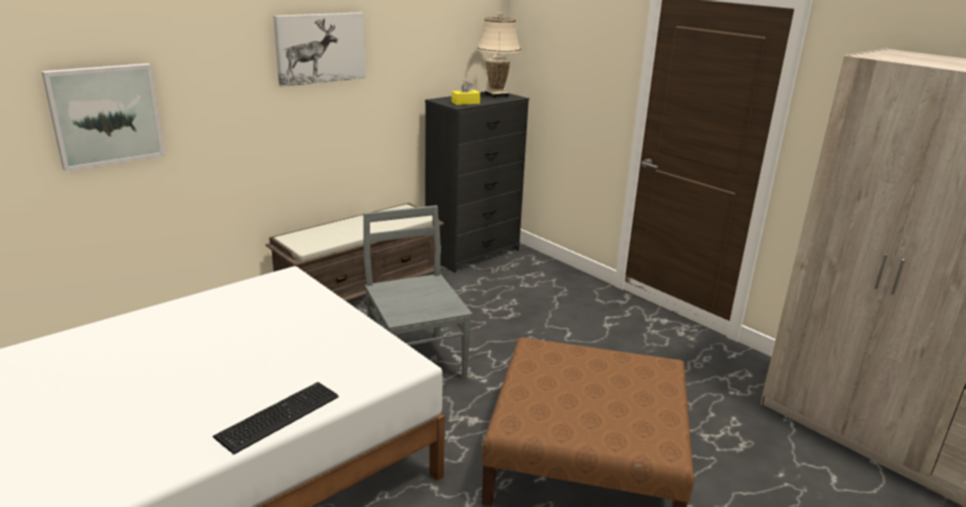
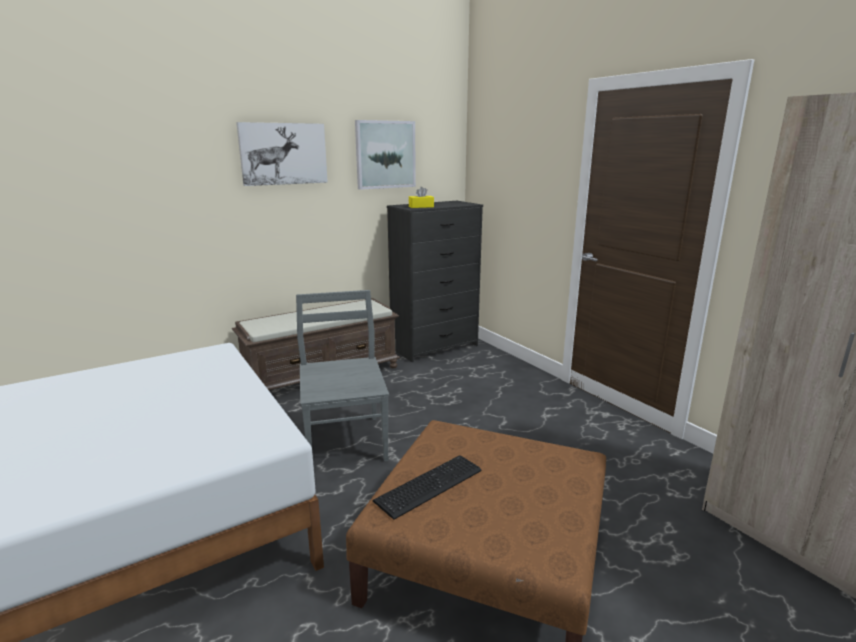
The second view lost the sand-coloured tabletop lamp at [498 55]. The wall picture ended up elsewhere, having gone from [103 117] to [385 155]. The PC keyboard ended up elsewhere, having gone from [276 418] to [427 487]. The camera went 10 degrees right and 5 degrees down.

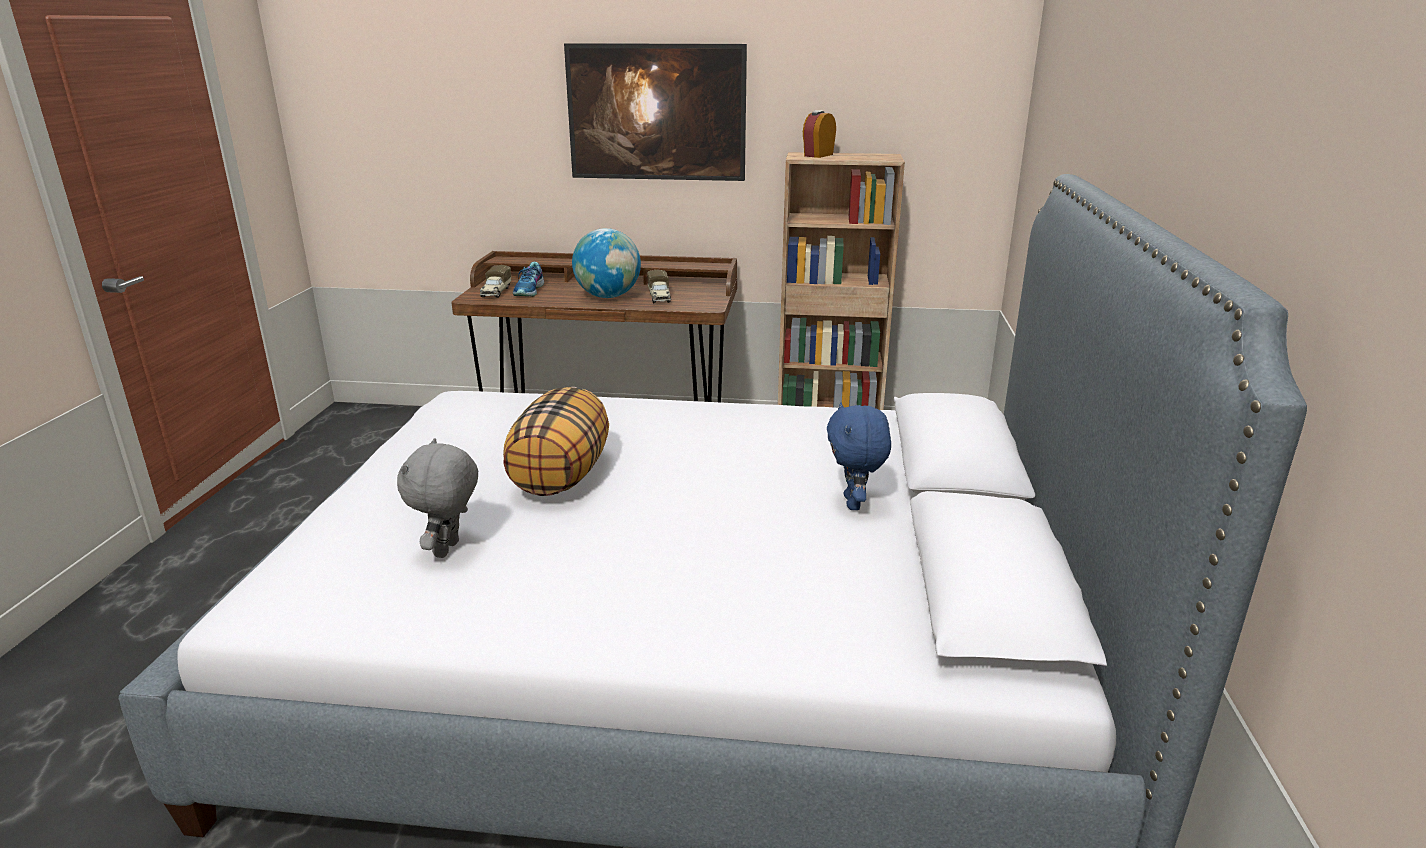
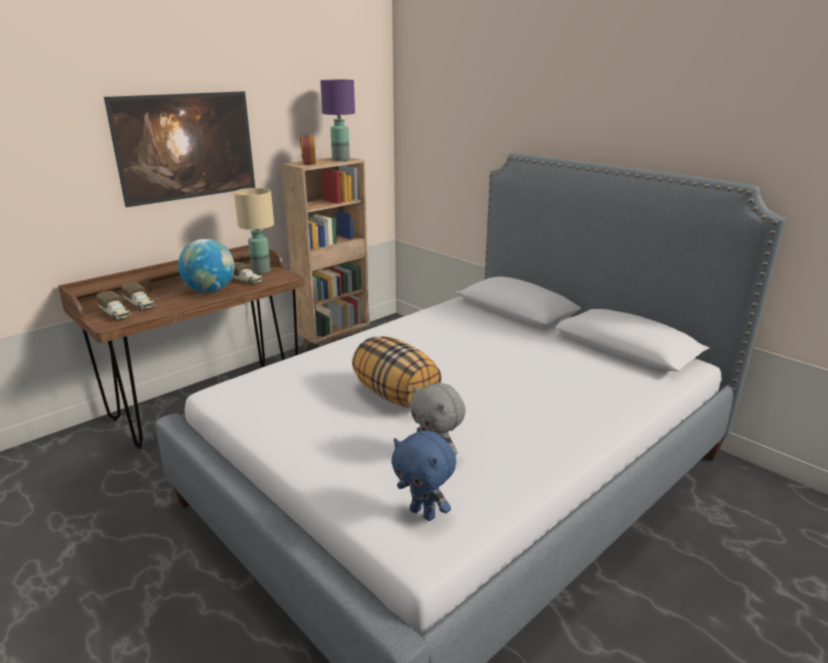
The second view gained the sand-coloured tabletop lamp at [254 231]. The second view gained the purple tabletop lamp at [337 120]. The blue-coloured cuddly toy ended up elsewhere, having gone from [859 456] to [423 476]. Where the shoe stood at [528 279], the model truck came to stand at [138 296]. The camera went 50 degrees left and 0 degrees up.

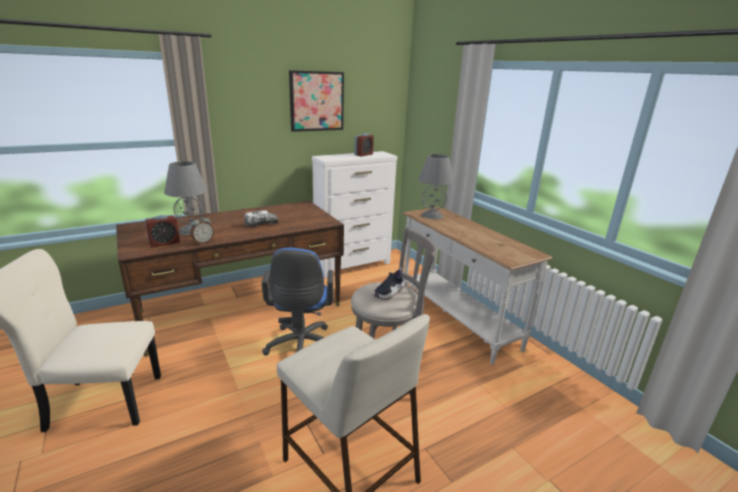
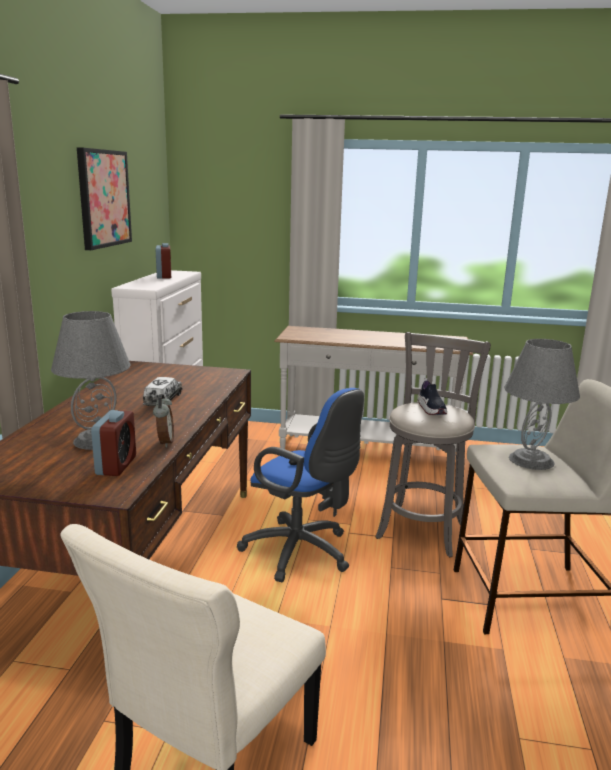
The gray tabletop lamp ended up elsewhere, having gone from [436 186] to [542 404]. The camera went 50 degrees left and 5 degrees down.

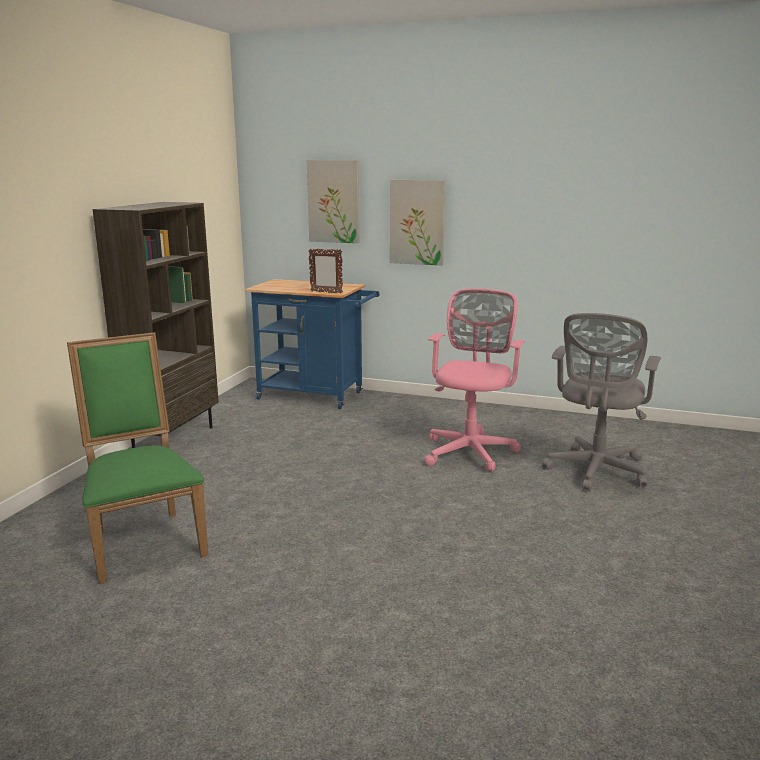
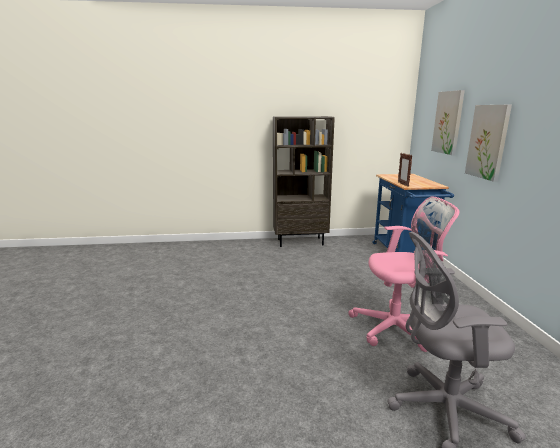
The second view lost the greenish plain chair at [137 458]. The camera went 65 degrees right and 0 degrees up.

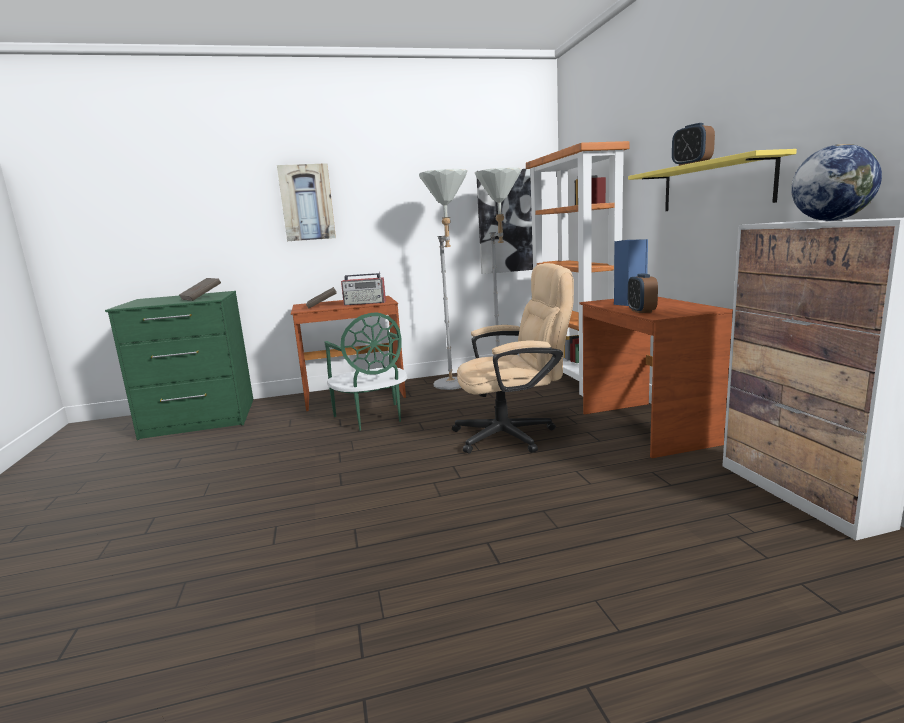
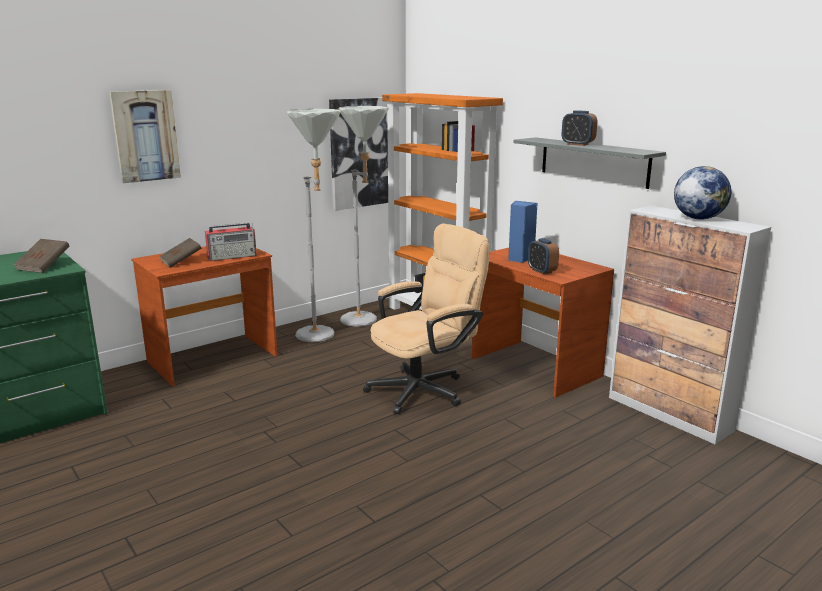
The second view lost the greenish plain chair at [365 371]. What was the yellow shelf at [712 180] turned into the gray shelf at [589 163]. The camera went 25 degrees left and 5 degrees up.

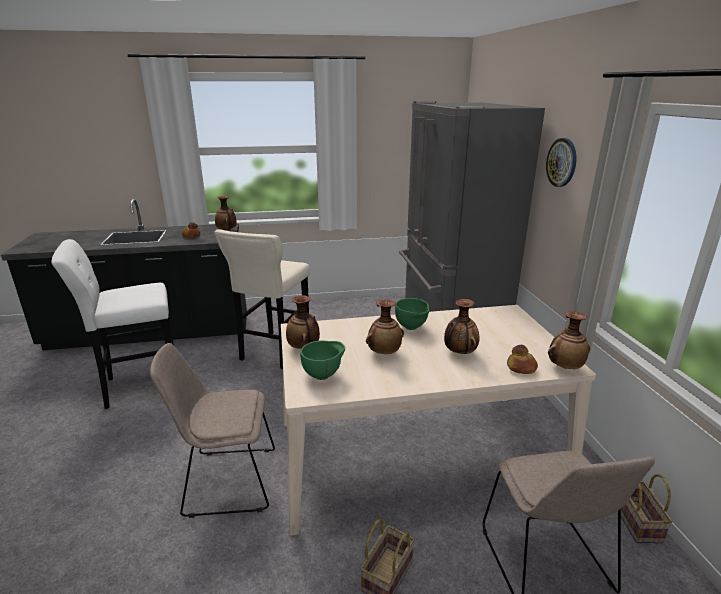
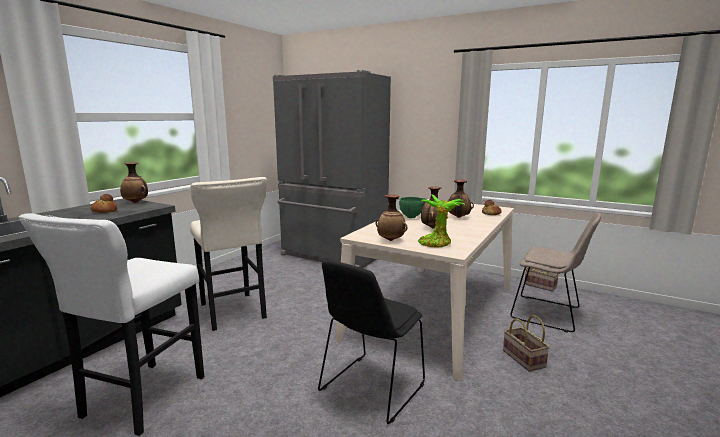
The second view lost the clock on the wall at [561 162]. The second view lost the decorative vase at [569 340]. Where the greenish bowl stood at [322 360], the houseplant came to stand at [441 221]. What was the sand-coloured plain chair at [212 430] turned into the blackish plain chair at [371 342]. The camera went 50 degrees left and 10 degrees down.

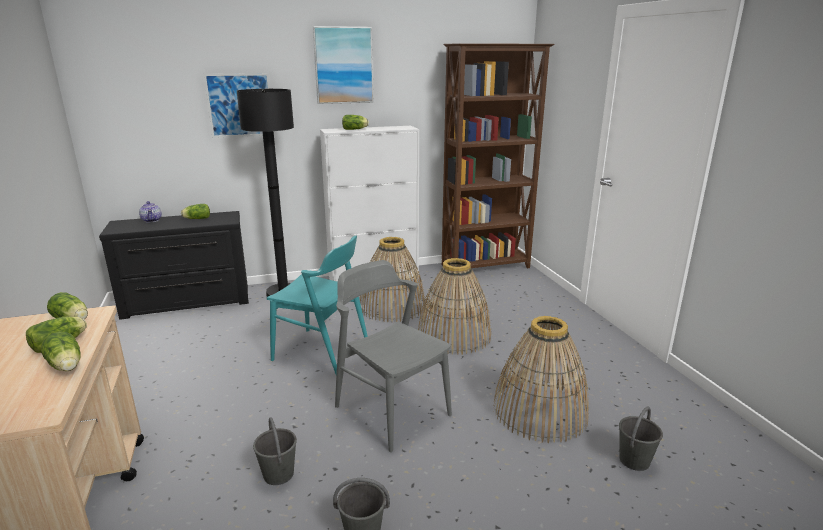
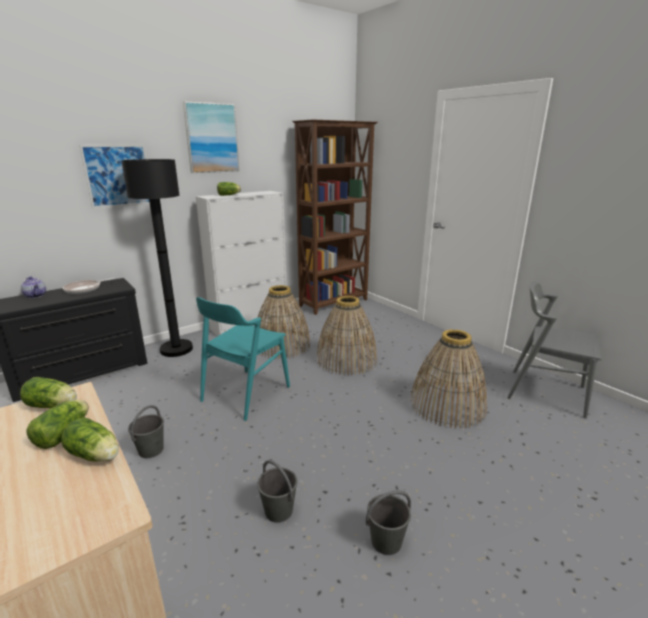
The gray plain chair ended up elsewhere, having gone from [393 356] to [554 349]. The gray pail ended up elsewhere, having gone from [641 439] to [146 431]. Where the head of lettuce stood at [195 211], the pan came to stand at [90 285]. The turquoise plain chair at [317 305] ended up facing another way, 120 degrees clockwise from before. The camera went 20 degrees left and 0 degrees up.

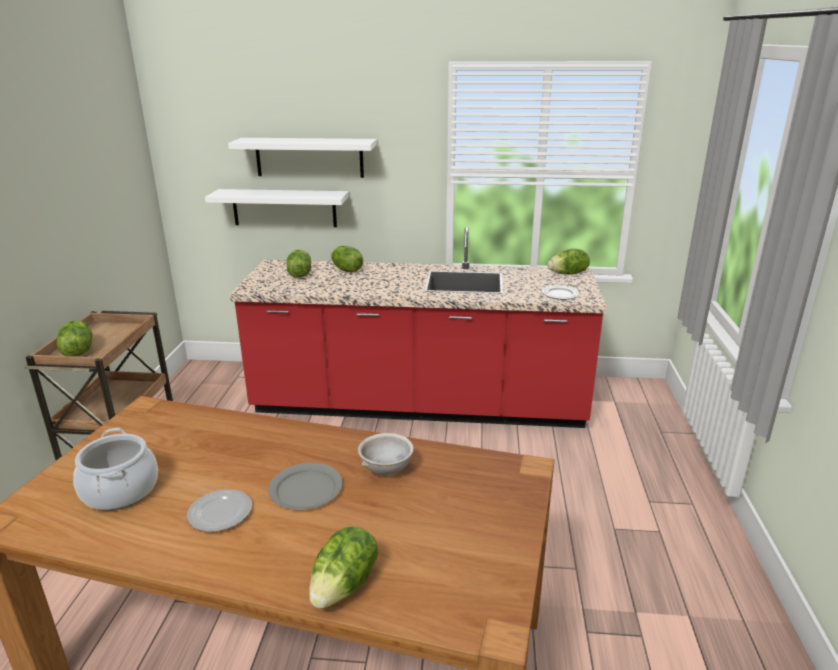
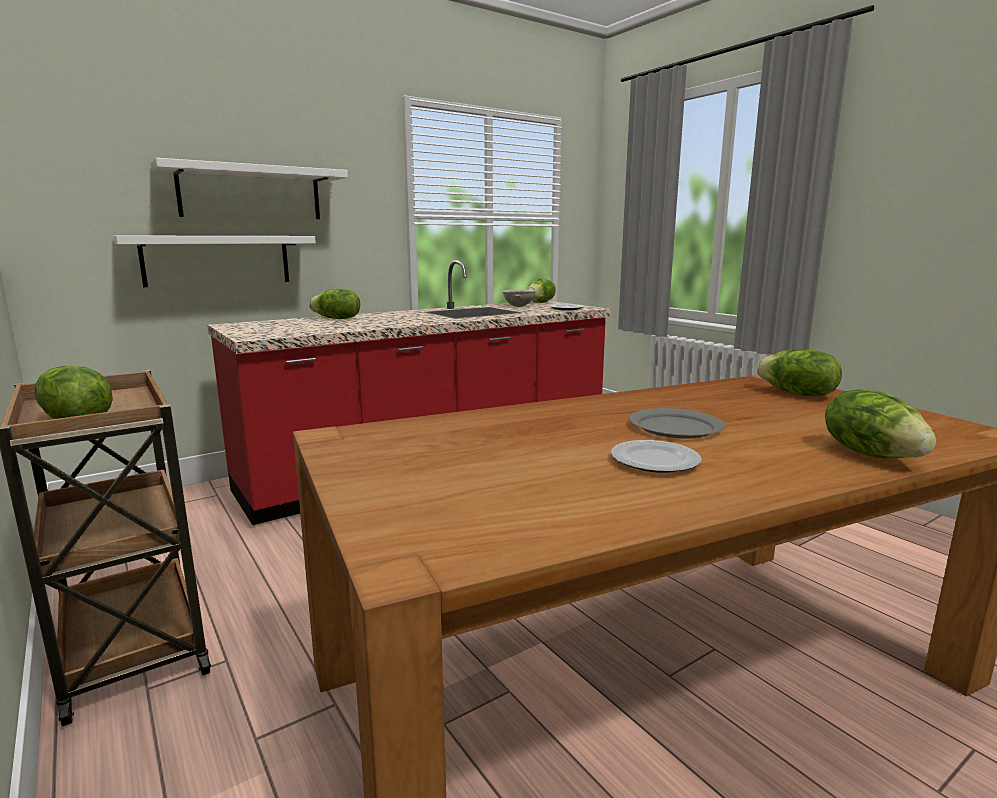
The second view lost the cooking pot at [115 469]. The head of lettuce ended up elsewhere, having gone from [298 264] to [799 372]. The gray bowl ended up elsewhere, having gone from [386 454] to [519 298]. The camera went 40 degrees left and 10 degrees down.

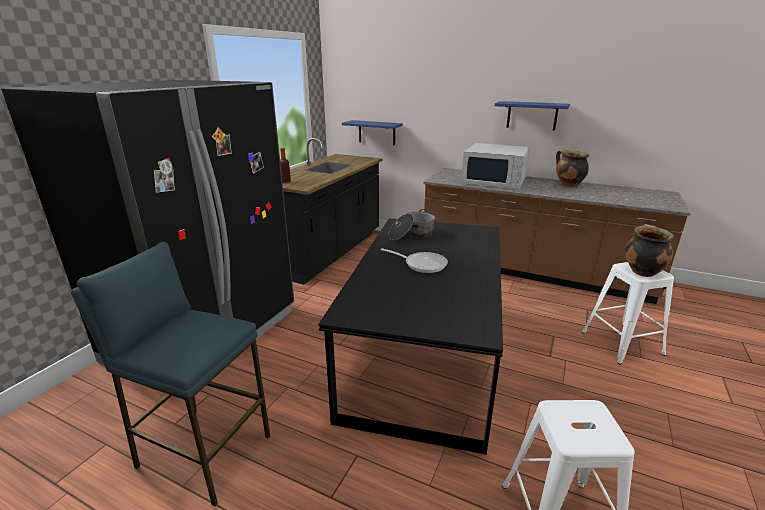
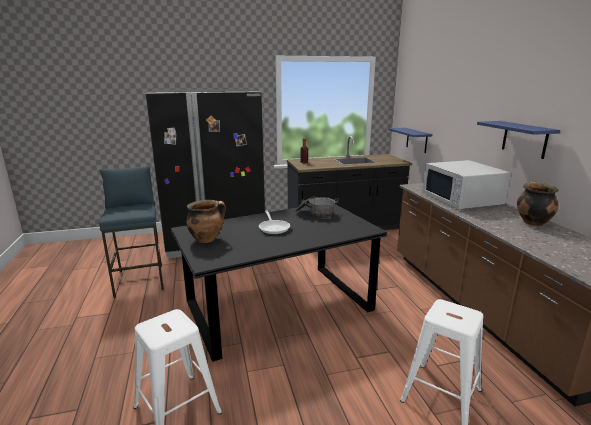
The cooking pot ended up elsewhere, having gone from [649 250] to [206 221]. The camera went 50 degrees right and 5 degrees down.

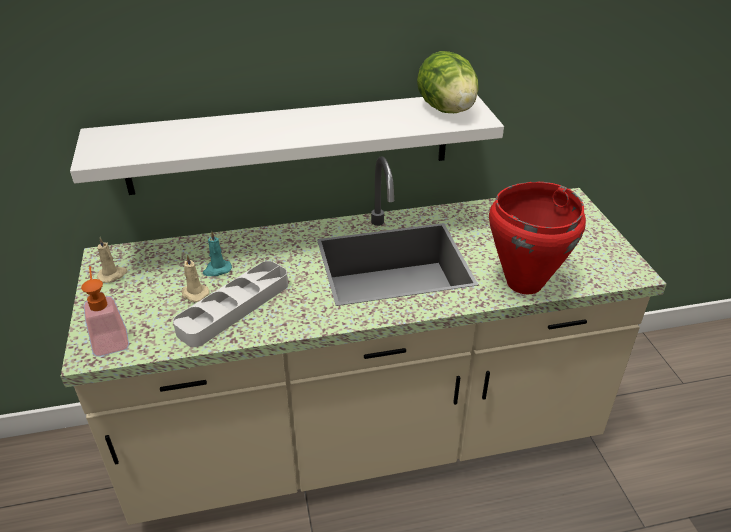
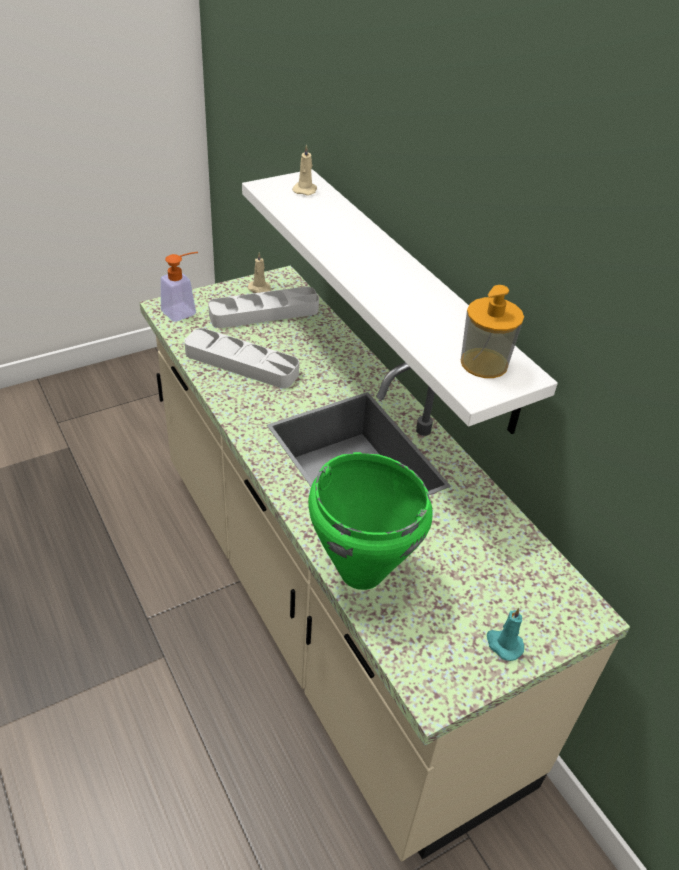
The second view gained the gray tray at [263 307]. The sand-coloured candle ended up elsewhere, having gone from [195 278] to [304 170]. The turquoise candle ended up elsewhere, having gone from [217 253] to [505 634]. Where the head of lettuce stood at [448 82], the liquid soap bottle came to stand at [492 331]. What was the red-coloured cooking pot at [537 238] turned into the greenish cooking pot at [370 521]. The camera went 70 degrees right and 5 degrees up.

